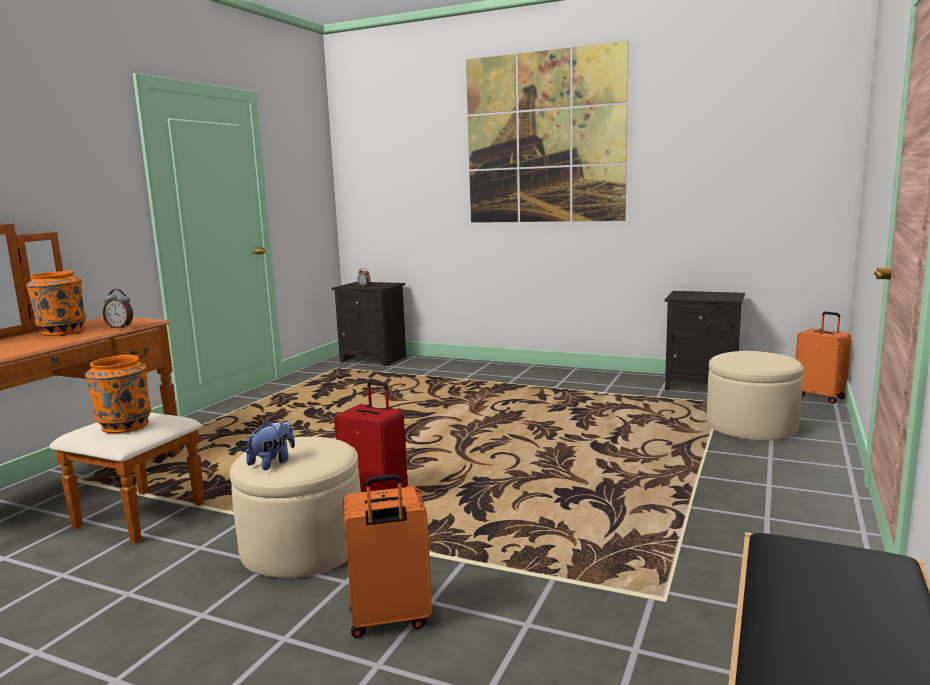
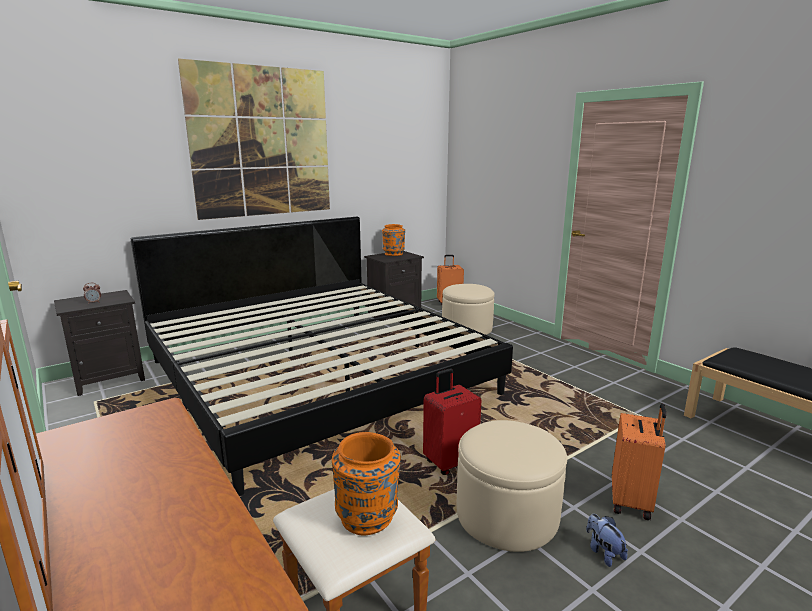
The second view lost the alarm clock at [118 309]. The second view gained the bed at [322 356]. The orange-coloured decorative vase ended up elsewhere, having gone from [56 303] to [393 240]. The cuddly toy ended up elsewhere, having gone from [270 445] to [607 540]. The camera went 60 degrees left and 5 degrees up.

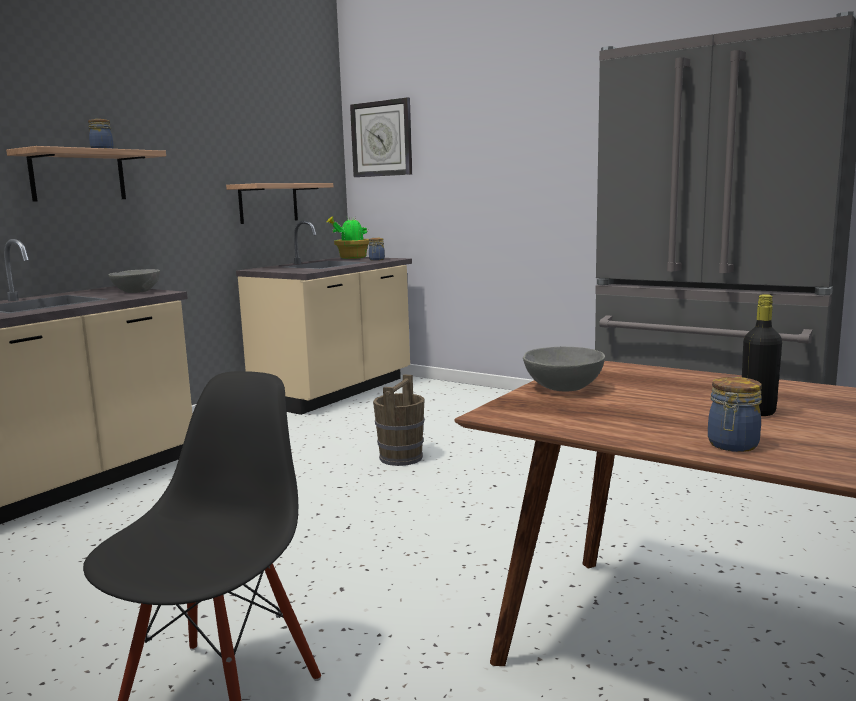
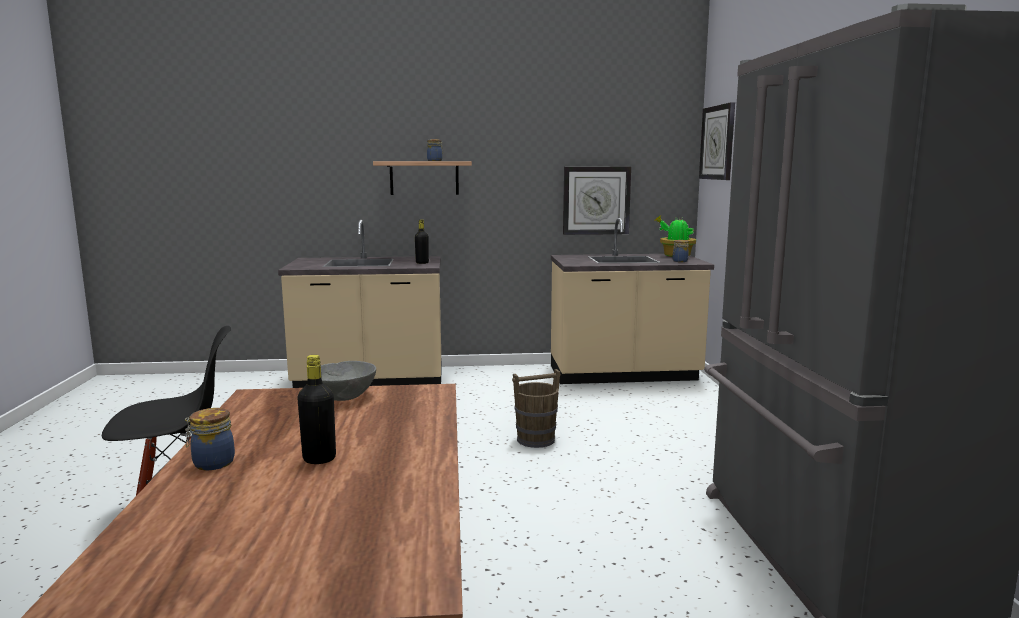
Where the gray bowl stood at [134 281], the blackish bottle came to stand at [422 241]. Where the shelf hung at [279 203], the clock on the wall came to hang at [597 201]. The camera went 50 degrees right and 0 degrees up.

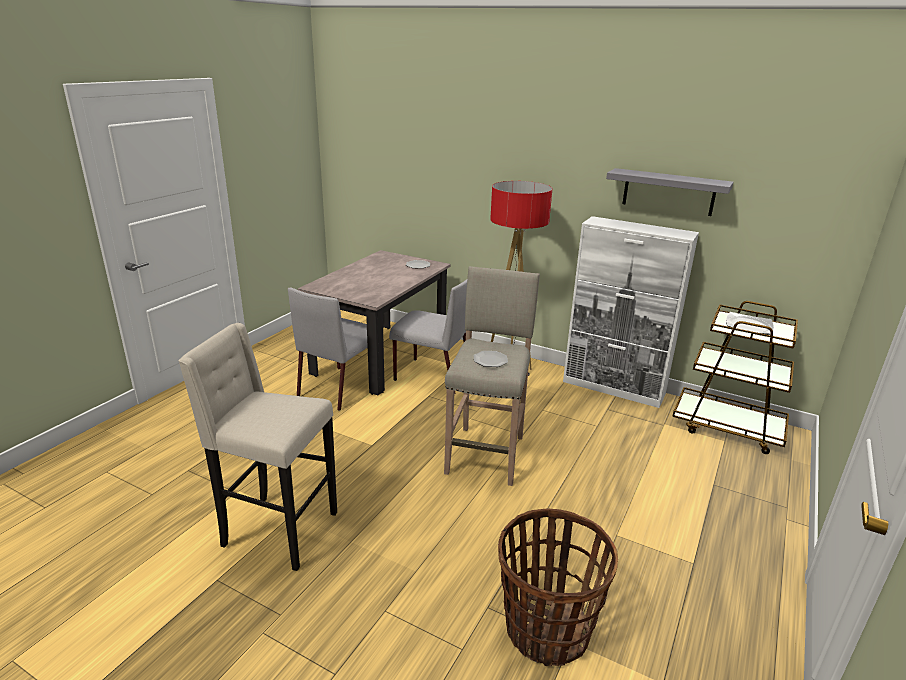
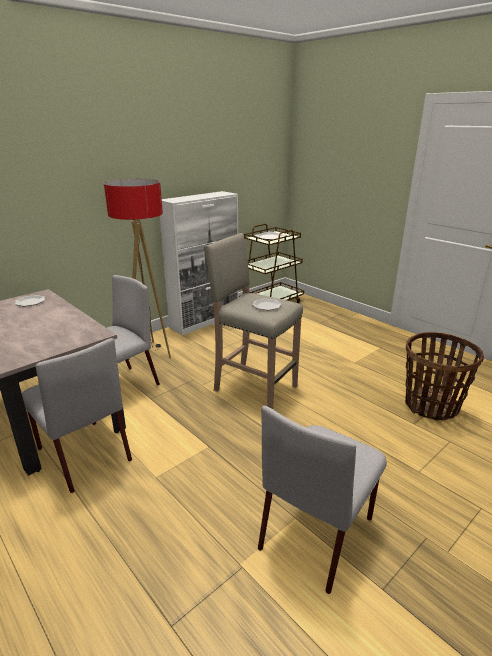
The second view lost the gray shelf at [669 192]. Where the sand-coloured stool seat stood at [257 447], the gray plain chair came to stand at [322 500]. The camera went 70 degrees left and 0 degrees up.

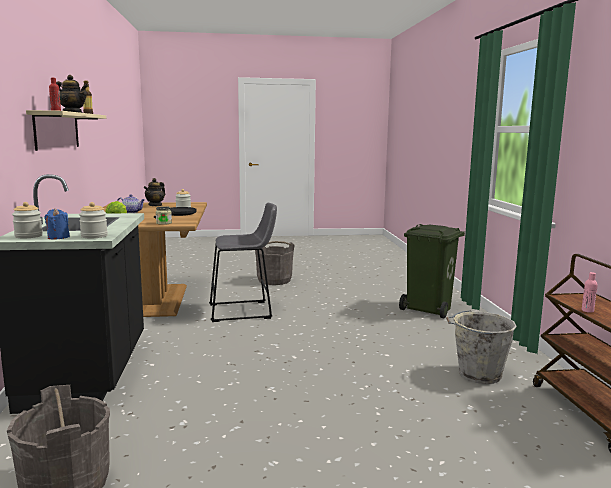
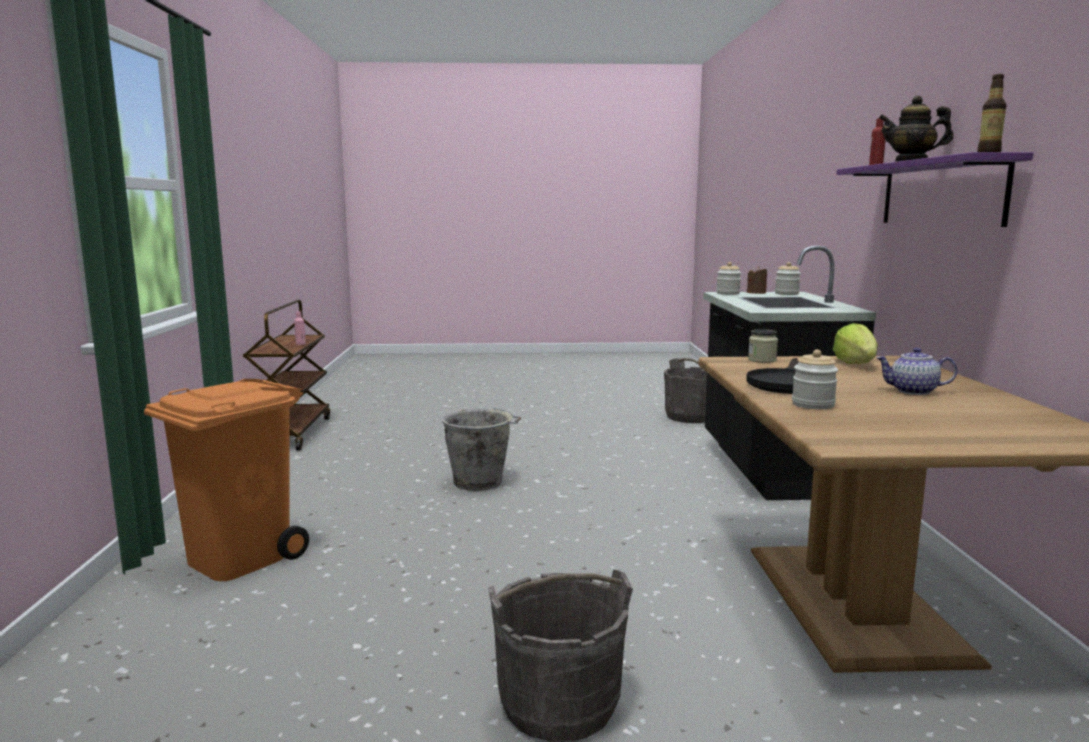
The second view lost the pot for tea at [154 192]. The second view lost the gray stool seat at [243 262]. The gray pail ended up elsewhere, having gone from [481 347] to [481 449]. What was the sand-coloured shelf at [66 130] turned into the purple shelf at [934 189]. What was the blue-coloured candle at [57 224] turned into the brown-coloured candle at [757 280]. What was the greenish rubbish bin at [432 271] turned into the orange-coloured rubbish bin at [226 480]. The camera went 175 degrees left and 0 degrees up.

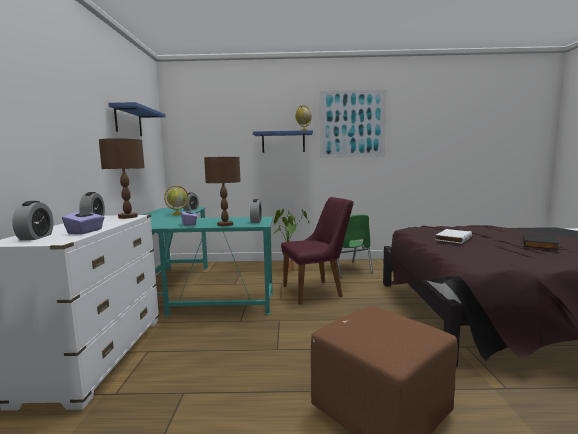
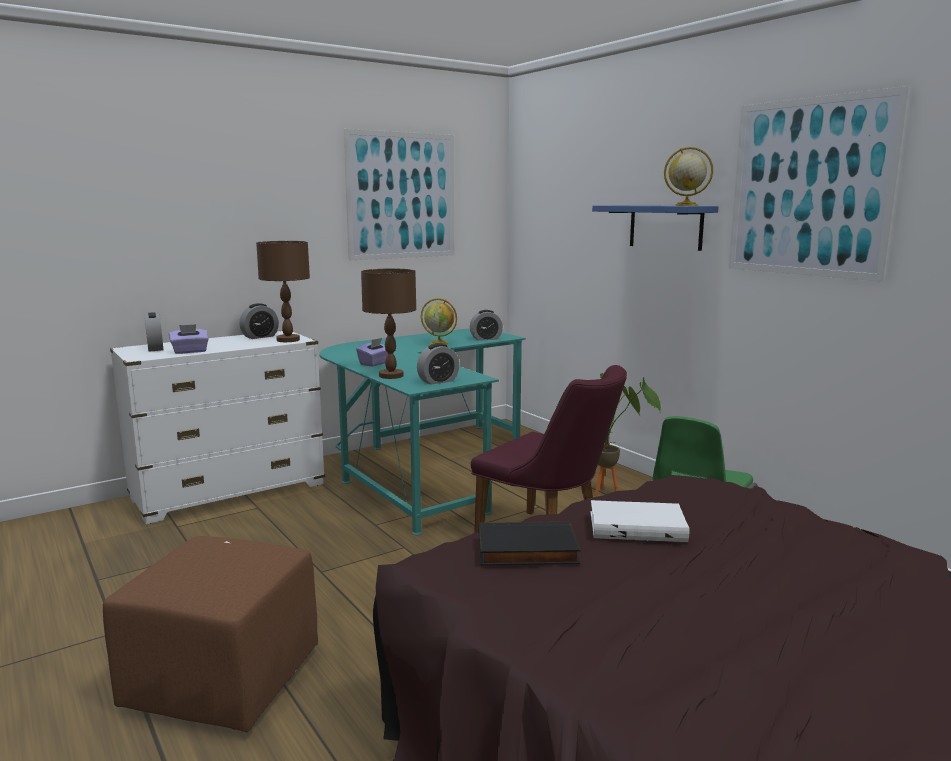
The blackish volume ended up elsewhere, having gone from [541 241] to [530 544]. Where the blue-coloured shelf hung at [137 119], the wall picture came to hang at [398 194]. The alarm clock at [33 220] ended up facing another way, 75 degrees counterclockwise from before. The camera went 55 degrees right and 5 degrees up.

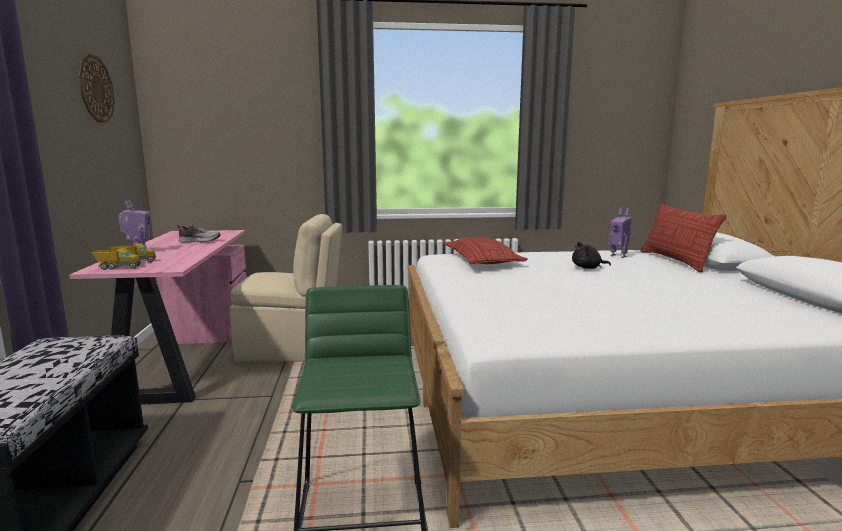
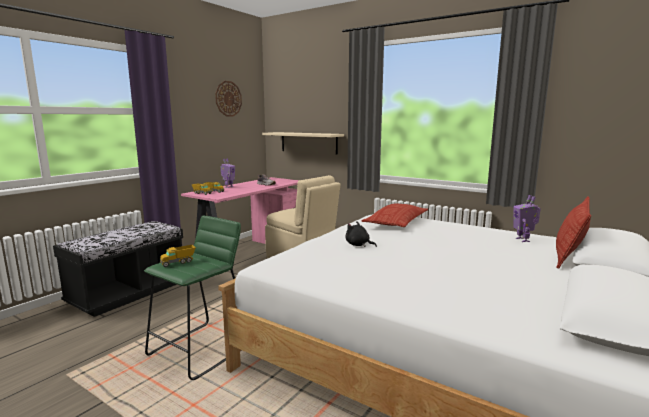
The second view gained the model truck at [178 256]. The second view gained the sand-coloured shelf at [303 143]. The blackish cuddly toy ended up elsewhere, having gone from [591 255] to [361 234]. The camera went 40 degrees right and 0 degrees up.

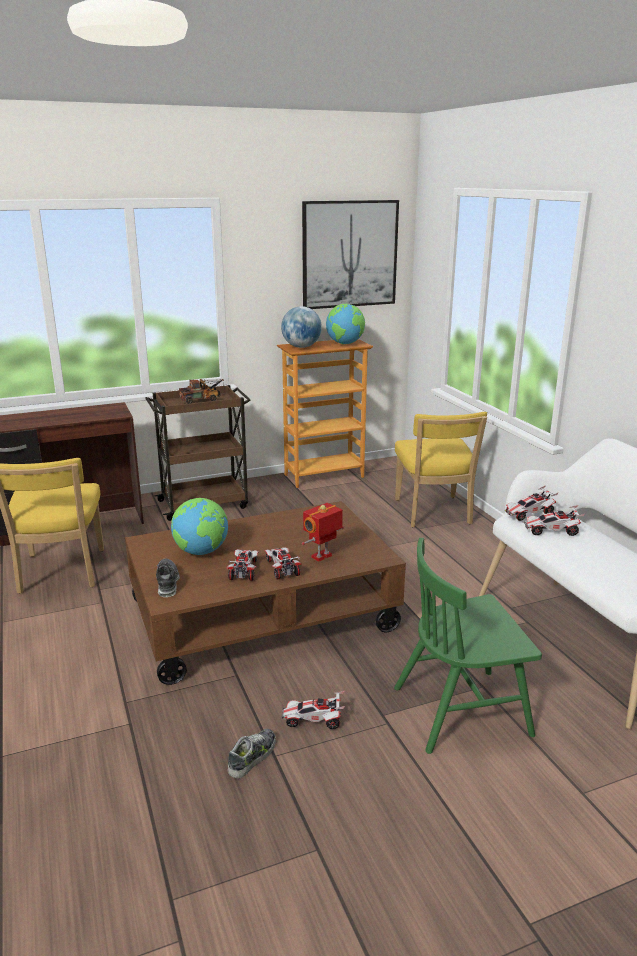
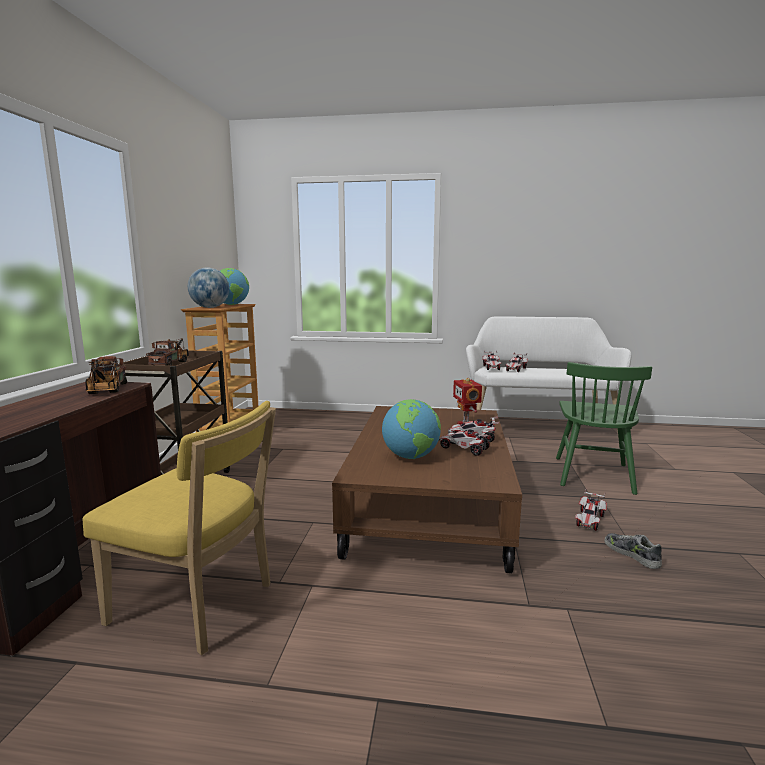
The second view lost the shoe at [168 578]. The second view lost the wall picture at [350 254]. The second view lost the yellow plain chair at [441 469]. The second view gained the model truck at [106 375]. The camera went 60 degrees left and 10 degrees down.

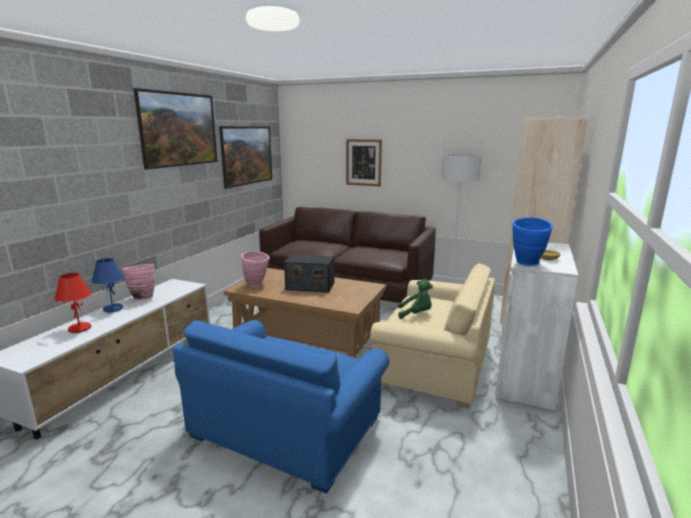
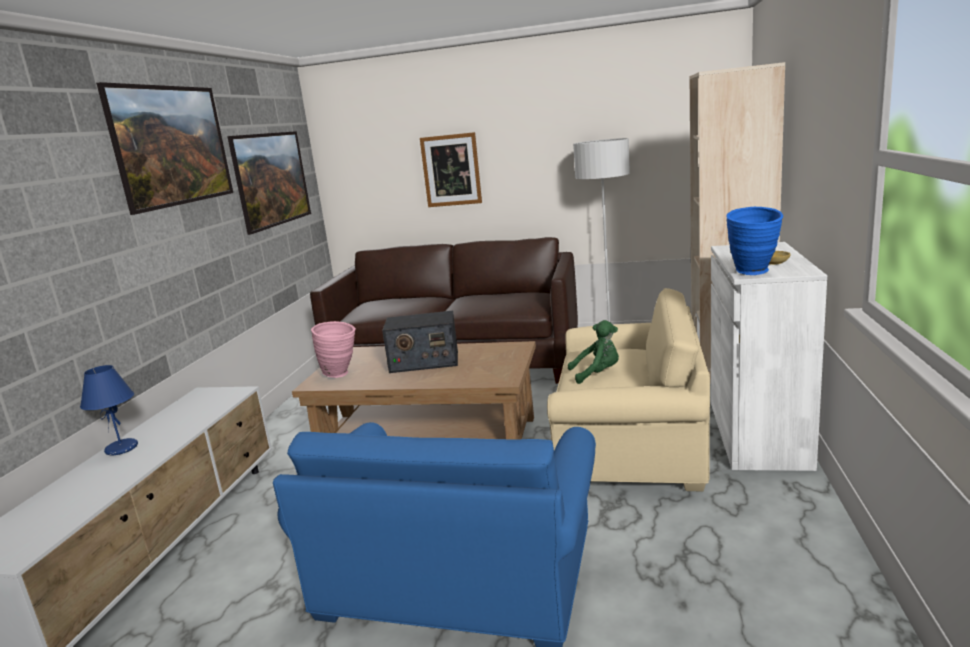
The second view lost the red-coloured tabletop lamp at [73 303]. The second view lost the pink-coloured decorative vase at [138 282]. The camera went 10 degrees left and 0 degrees up.

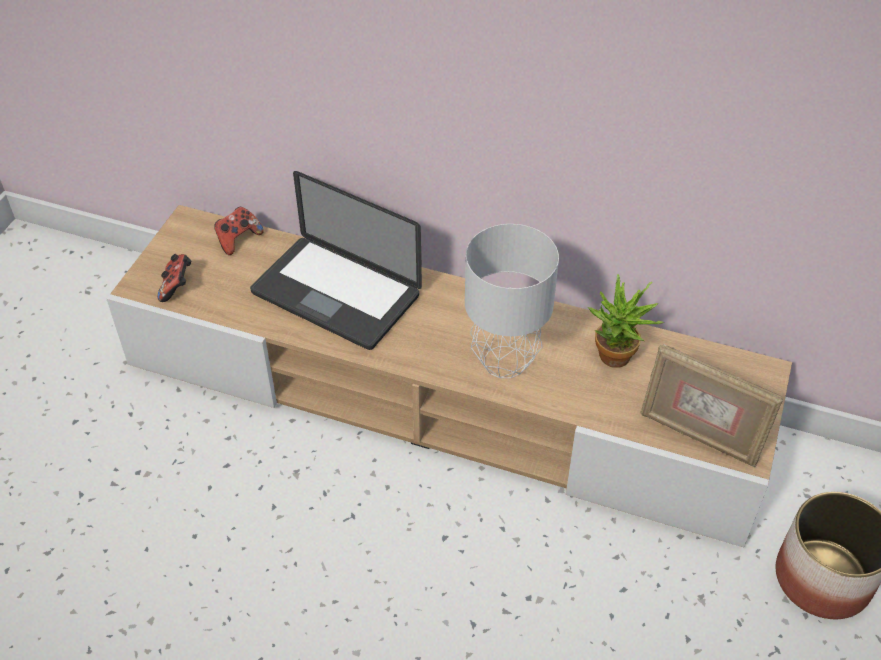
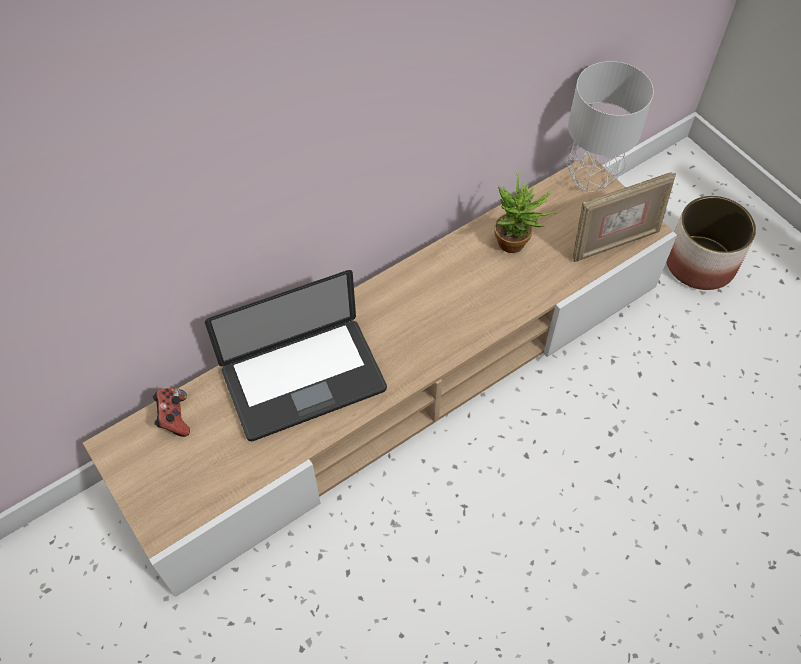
The second view lost the game controller at [174 278]. The gray tabletop lamp ended up elsewhere, having gone from [512 301] to [610 126]. The camera went 55 degrees left and 10 degrees up.

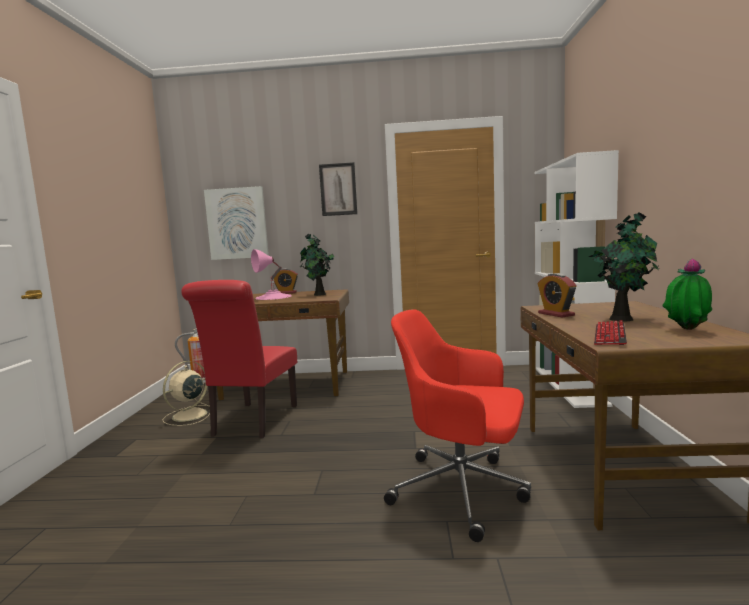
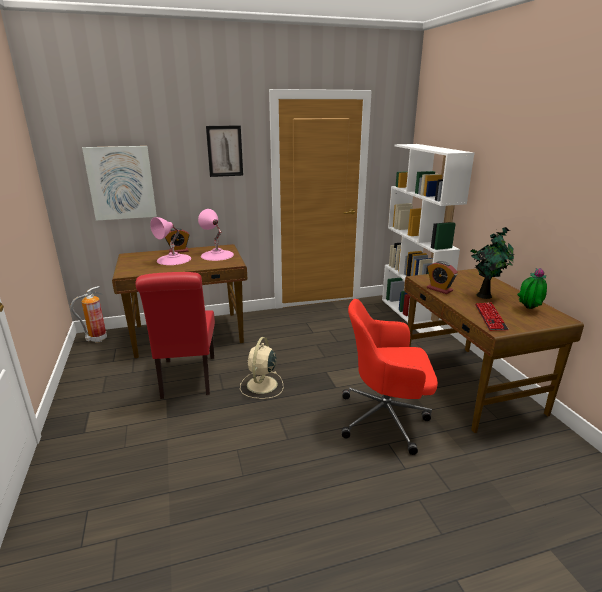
The sand-coloured electric fan ended up elsewhere, having gone from [186 393] to [261 368]. Where the houseplant stood at [317 265], the pink-coloured tabletop lamp came to stand at [216 235]. The camera went 20 degrees left and 15 degrees up.

